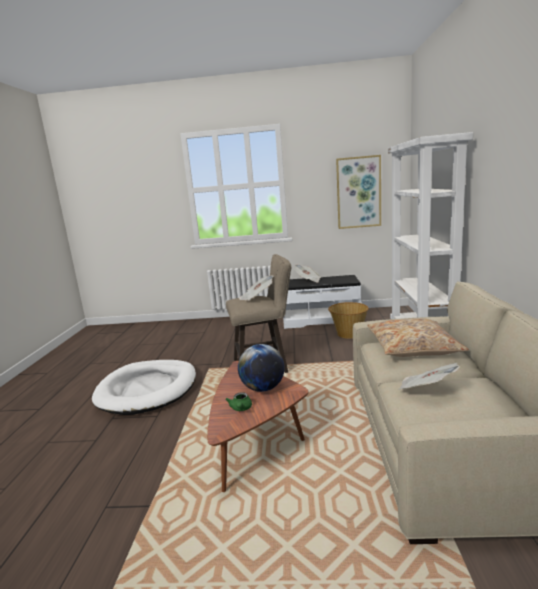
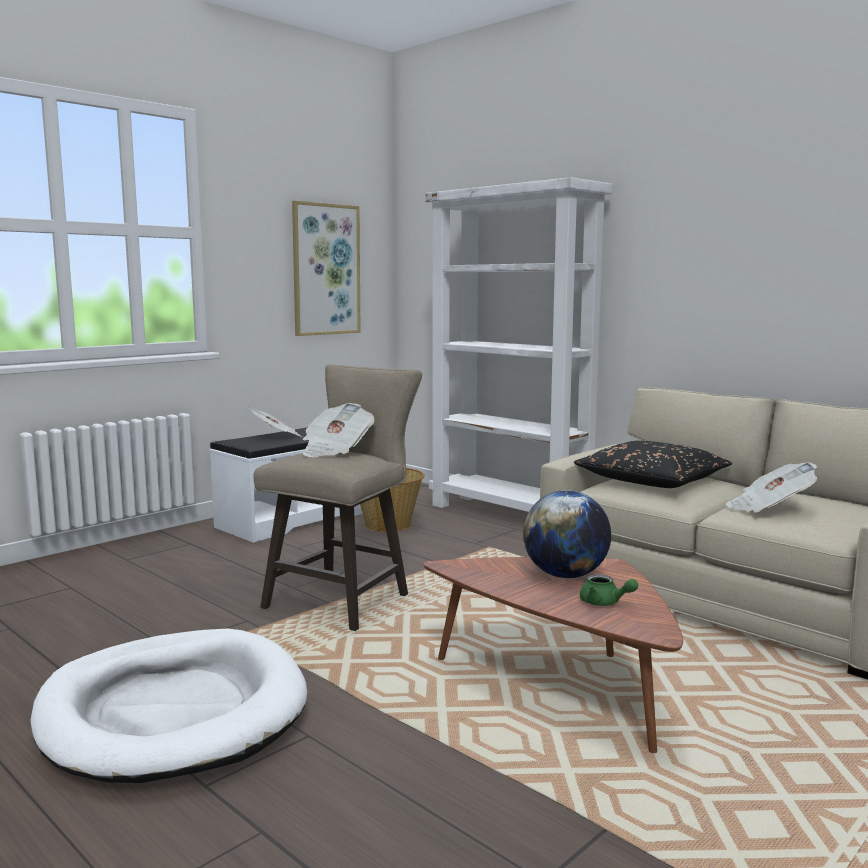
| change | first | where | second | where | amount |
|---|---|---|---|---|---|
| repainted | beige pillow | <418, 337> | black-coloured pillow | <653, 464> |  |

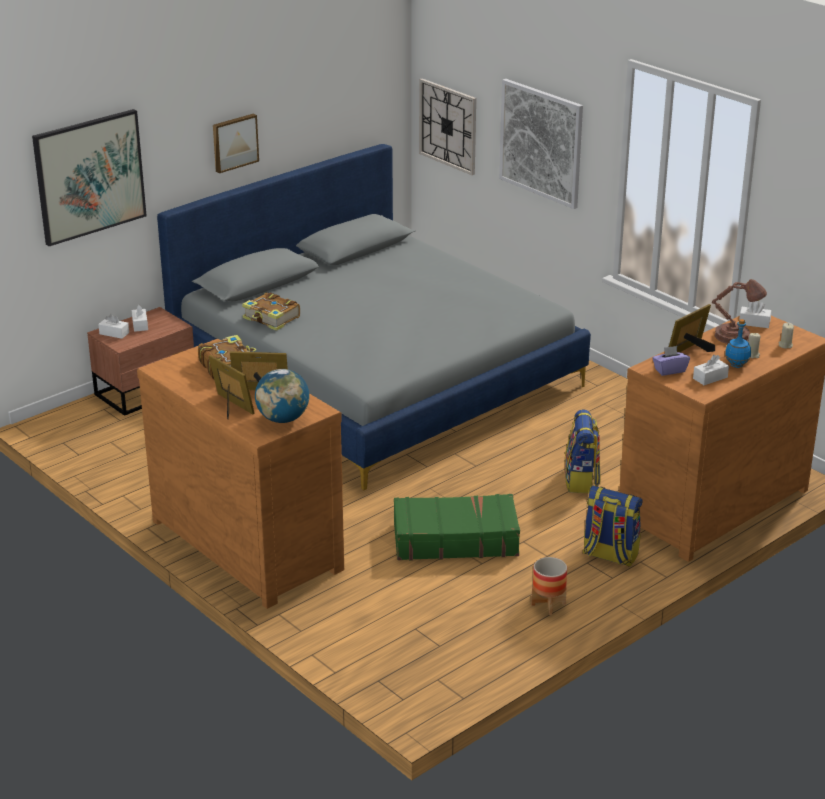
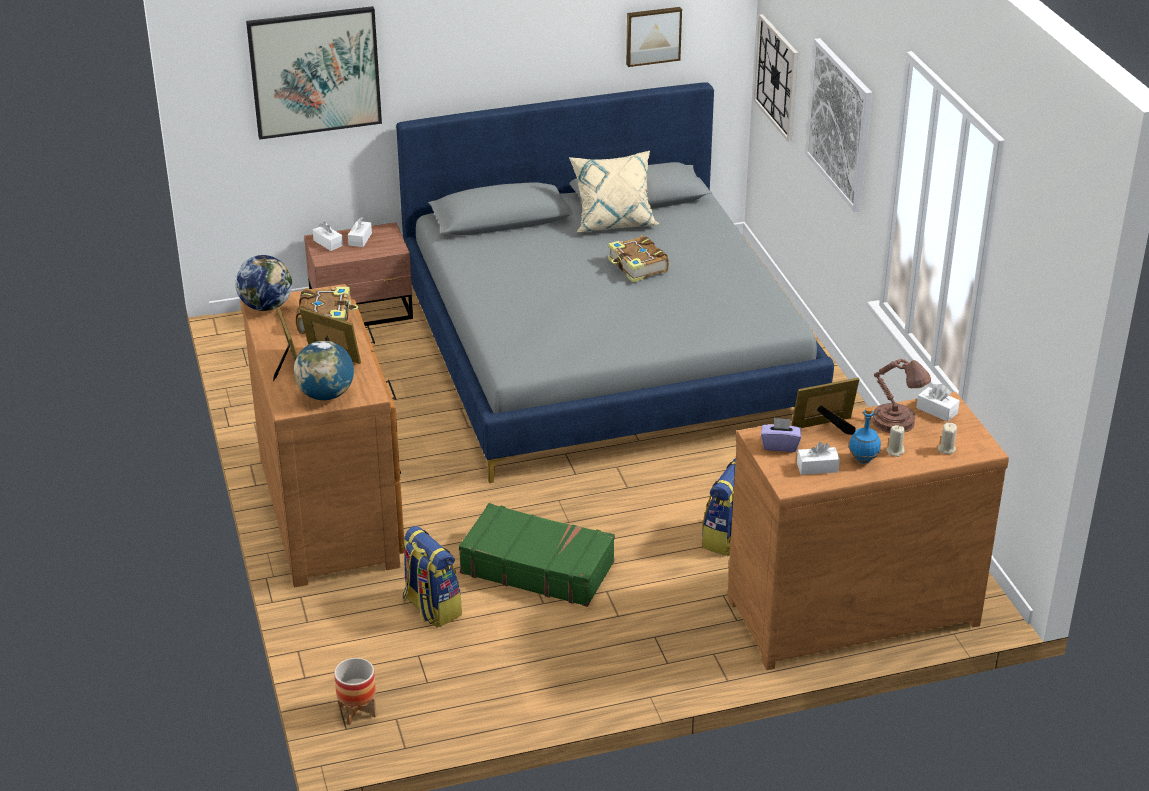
| change | first | where | second | where | amount |
|---|---|---|---|---|---|
| new |  |  | world globe | <263, 283> |  |
| new |  |  | beige pillow | <614, 192> |  |
| shifted | wall art | <236, 143> |  | <654, 37> |  |
| shifted | book | <271, 311> |  | <638, 259> |  |
| shifted | plant pot | <549, 586> |  | <355, 691> |  |
| shifted | backpack | <613, 526> |  | <432, 577> |  |

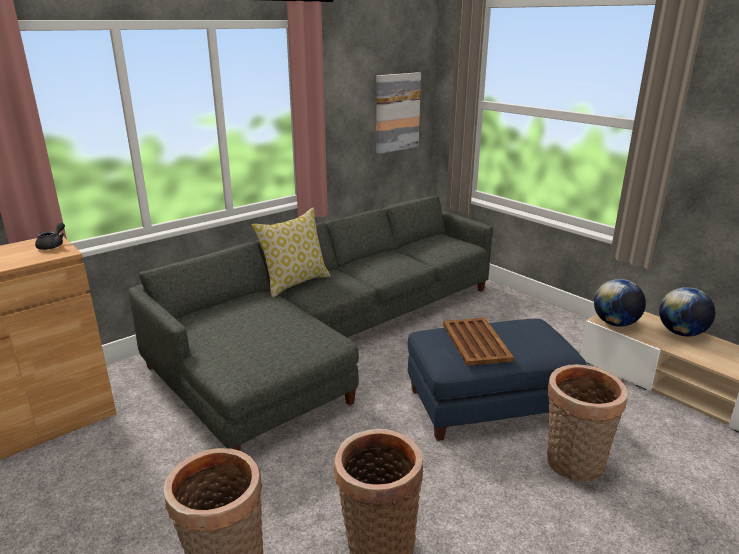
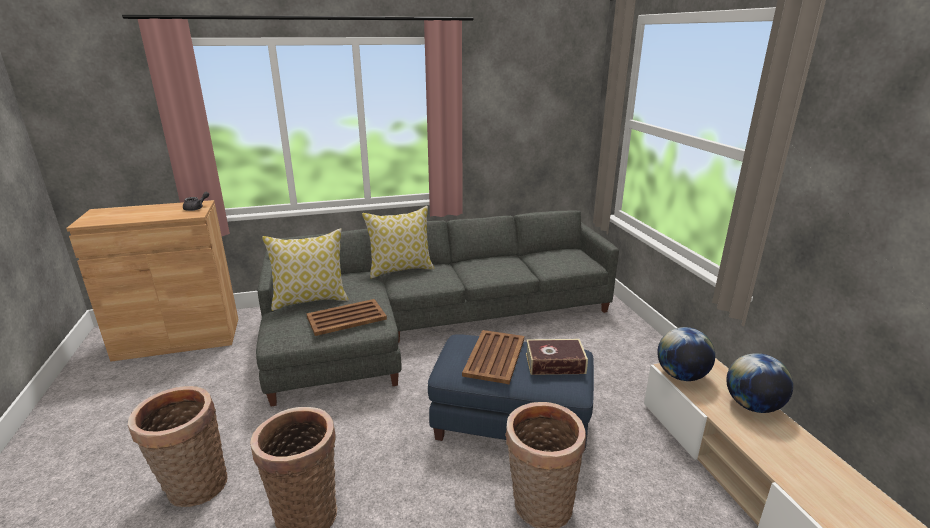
| change | first | where | second | where | amount |
|---|---|---|---|---|---|
| gone | wall art | <398, 113> |  |  |  |
| new |  |  | pillow | <305, 269> |  |
| new |  |  | brown serving tray | <346, 317> |  |
| new |  |  | book | <557, 357> |  |

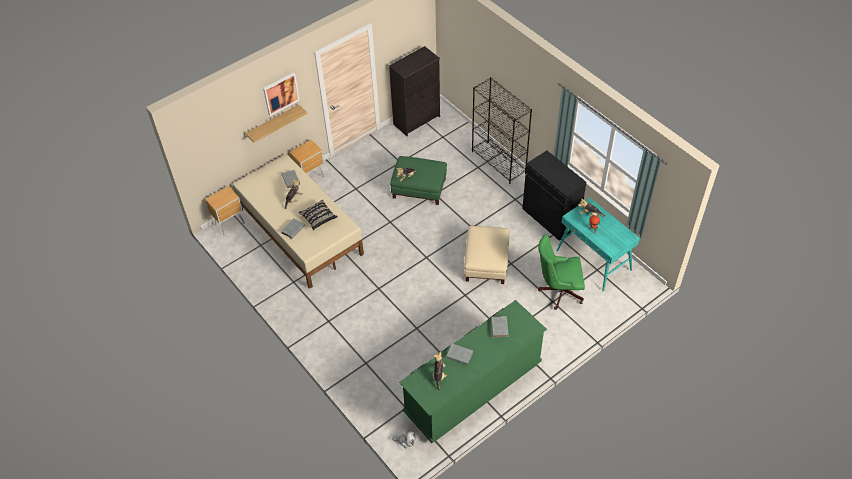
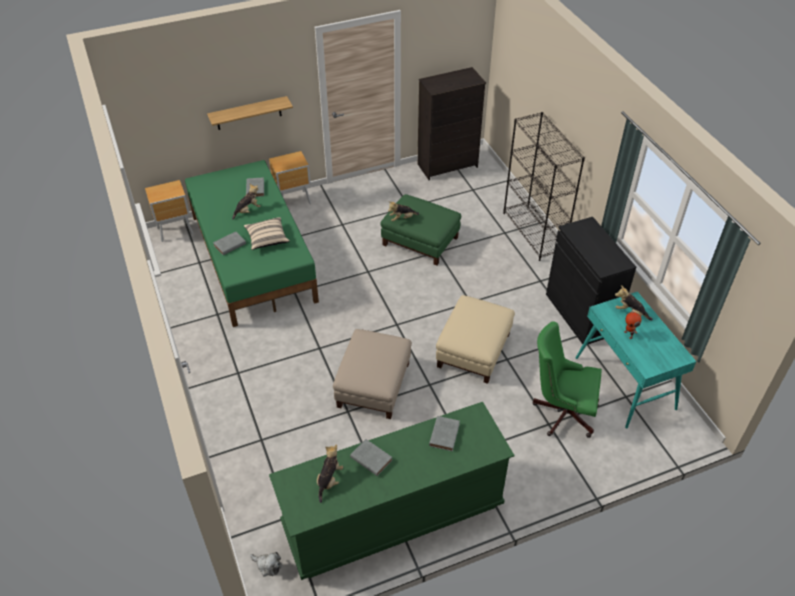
| change | first | where | second | where | amount |
|---|---|---|---|---|---|
| gone | wall art | <281, 94> |  |  |  |
| new |  |  | beige ottoman | <372, 374> |  |
| repainted | beige bed | <298, 221> | green-coloured bed | <252, 243> |  |
| repainted | black-coloured pillow | <318, 215> | beige pillow | <267, 233> |  |

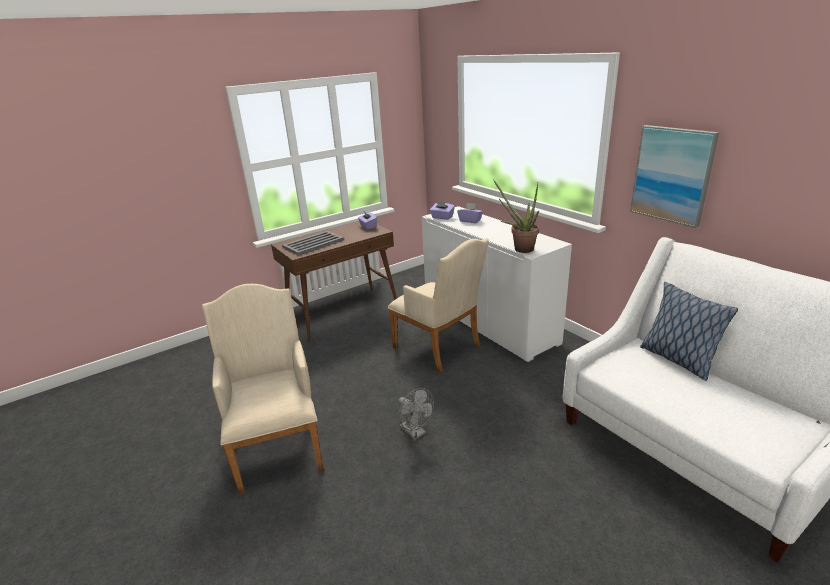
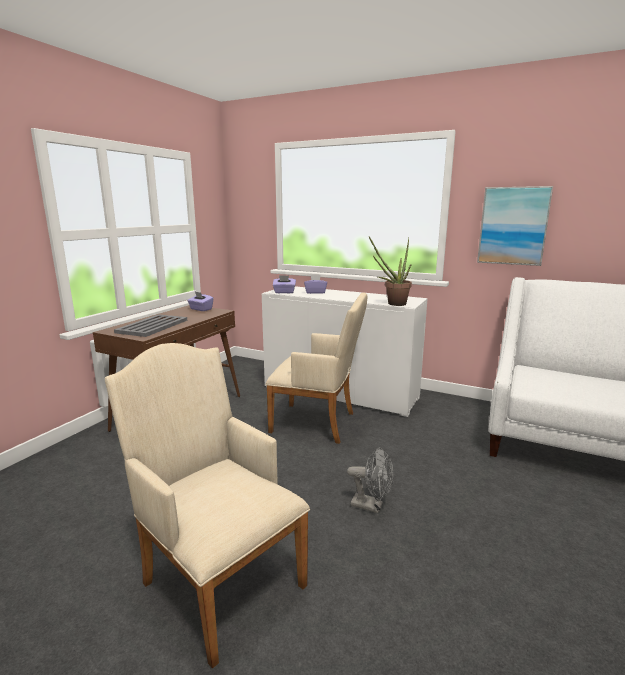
| change | first | where | second | where | amount |
|---|---|---|---|---|---|
| gone | pillow | <689, 331> |  |  |  |

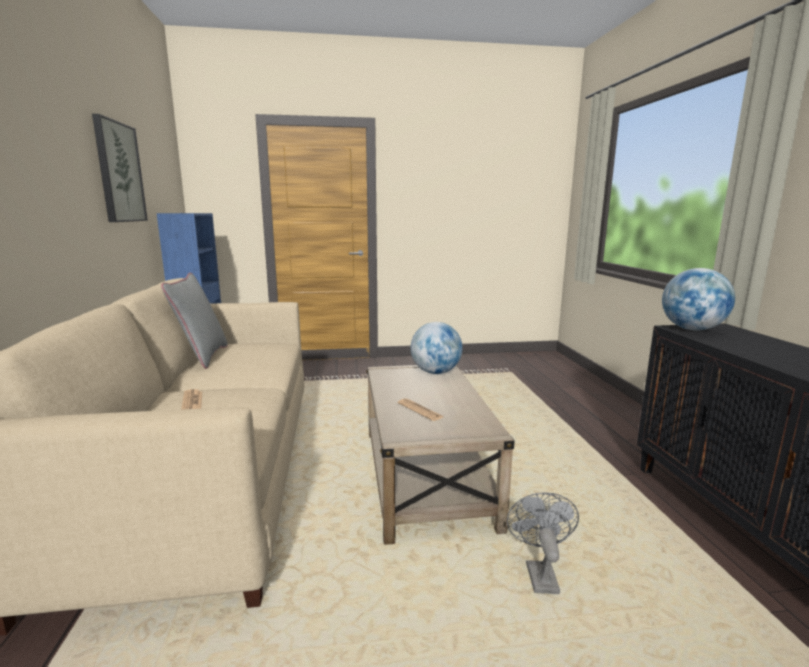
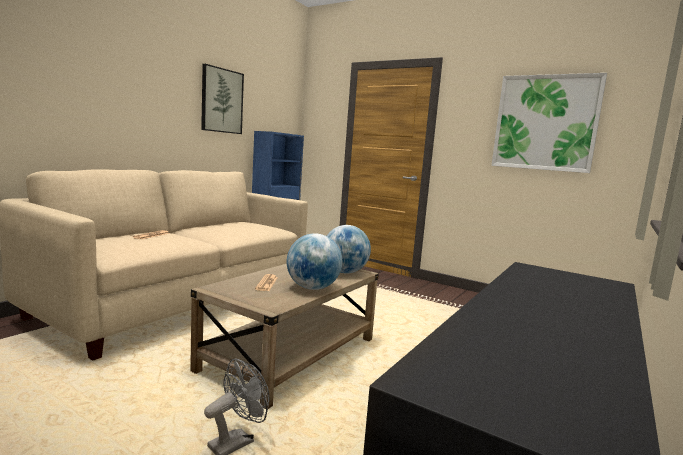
| change | first | where | second | where | amount |
|---|---|---|---|---|---|
| gone | grey pillow | <194, 321> |  |  |  |
| new |  |  | wall art | <549, 123> |  |
| shifted | world globe | <698, 299> |  | <314, 261> |  |

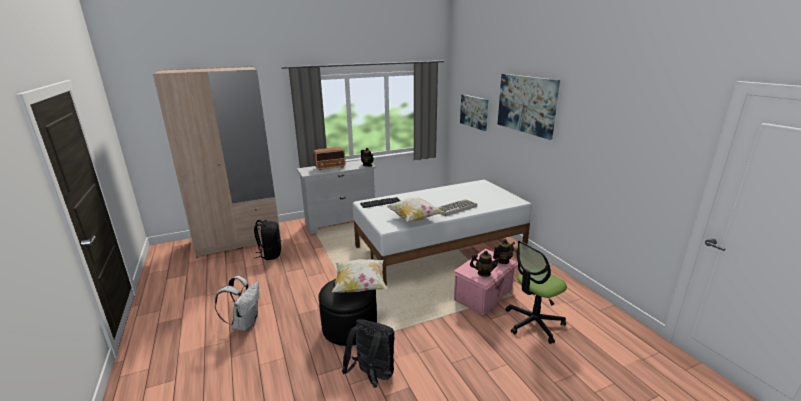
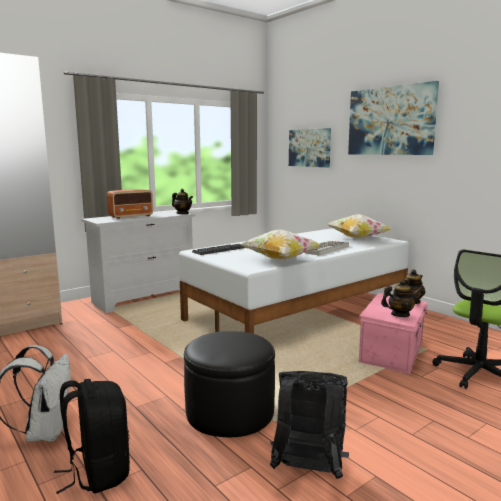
| change | first | where | second | where | amount |
|---|---|---|---|---|---|
| shifted | black-coloured backpack | <267, 240> |  | <92, 436> |  |
| shifted | pillow | <359, 276> |  | <359, 226> |  |

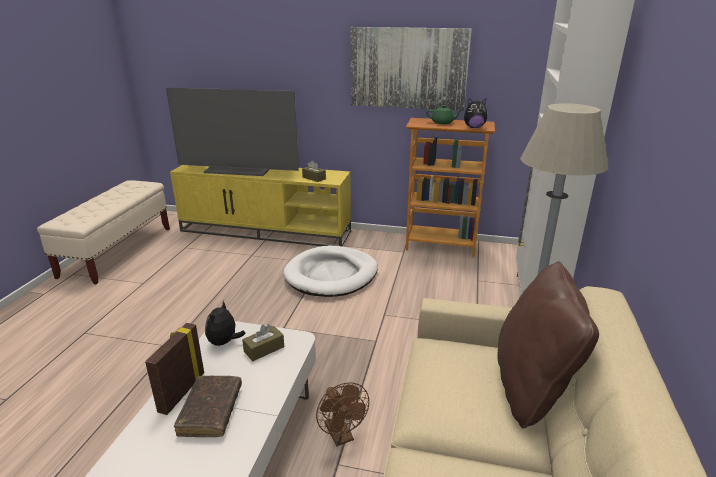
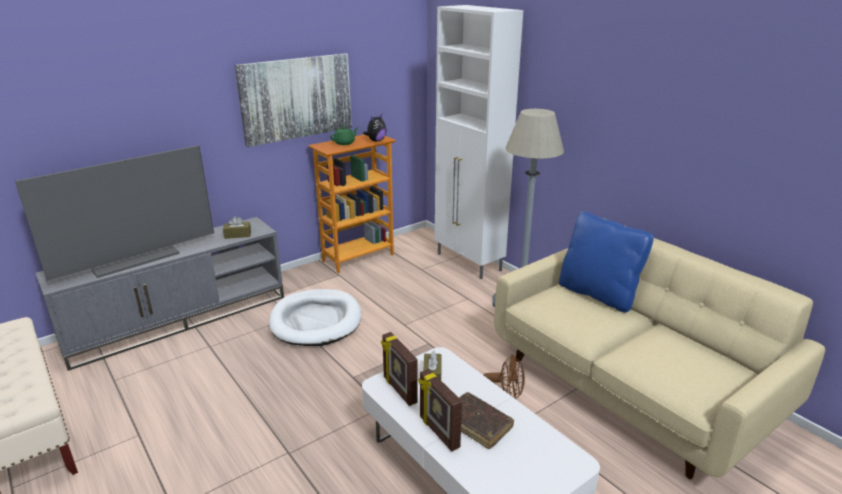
| change | first | where | second | where | amount |
|---|---|---|---|---|---|
| swapped | soft toy | <225, 323> | photo frame | <399, 369> |  |
| repainted | yellow-coloured tv unit | <260, 205> | grey tv unit | <159, 294> |  |
| repainted | brown pillow | <548, 345> | blue pillow | <606, 261> |  |

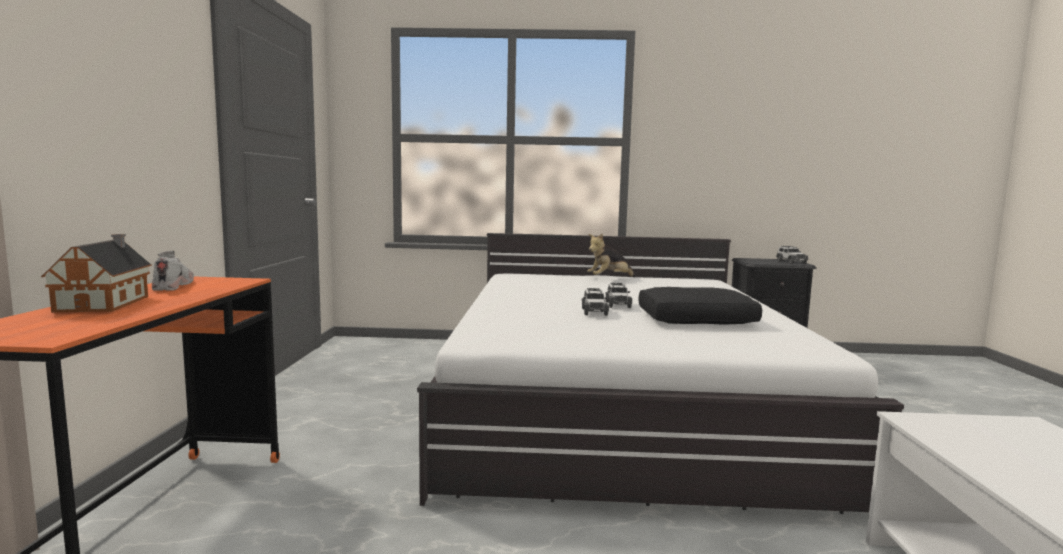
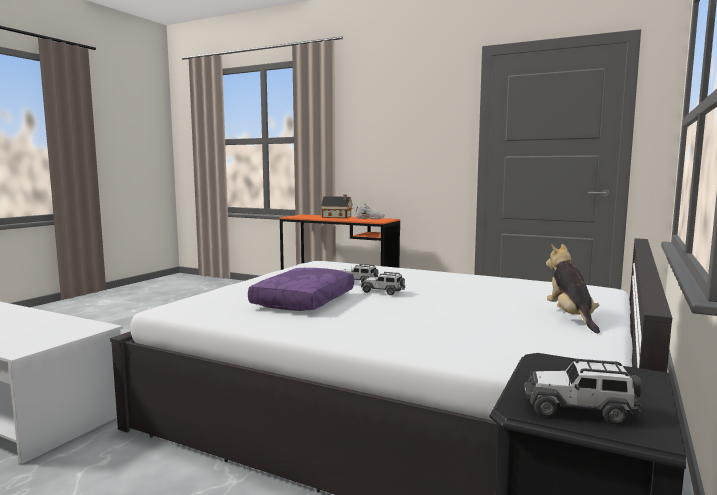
| change | first | where | second | where | amount |
|---|---|---|---|---|---|
| repainted | black-coloured pillow | <700, 305> | purplish pillow | <301, 289> |  |

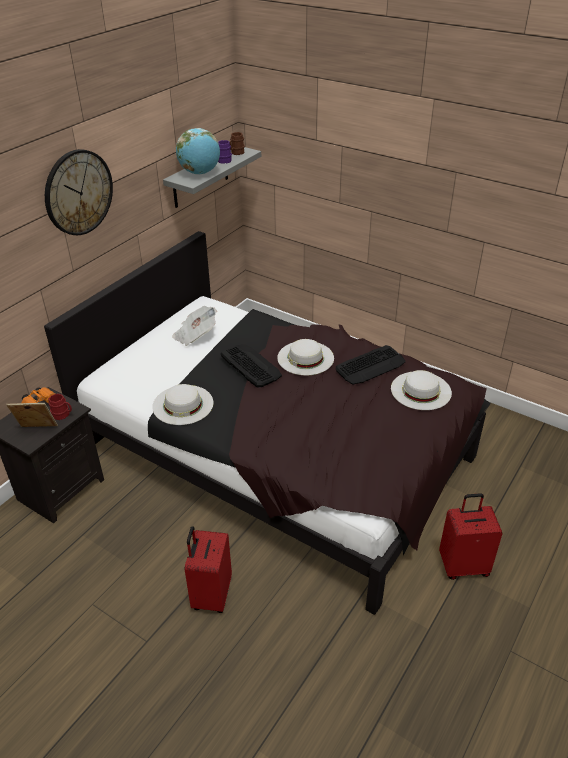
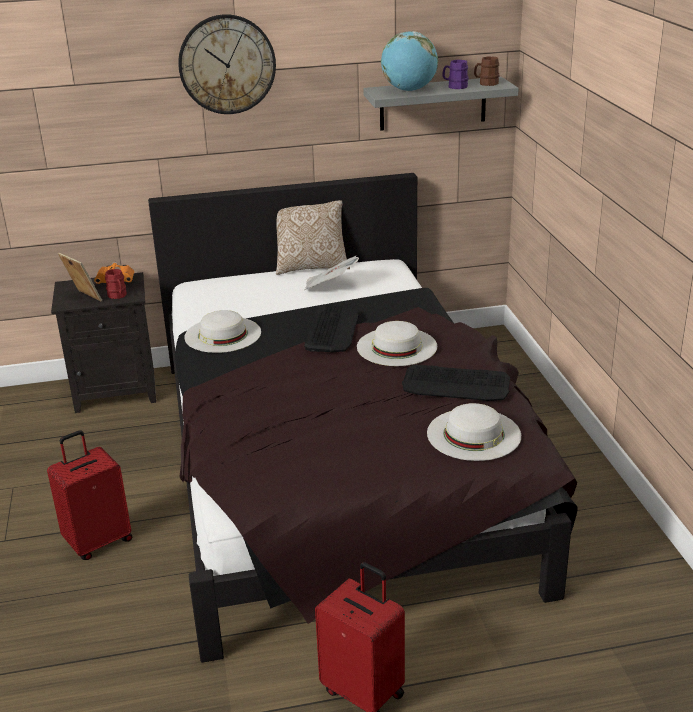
| change | first | where | second | where | amount |
|---|---|---|---|---|---|
| new |  |  | pillow | <313, 237> |  |

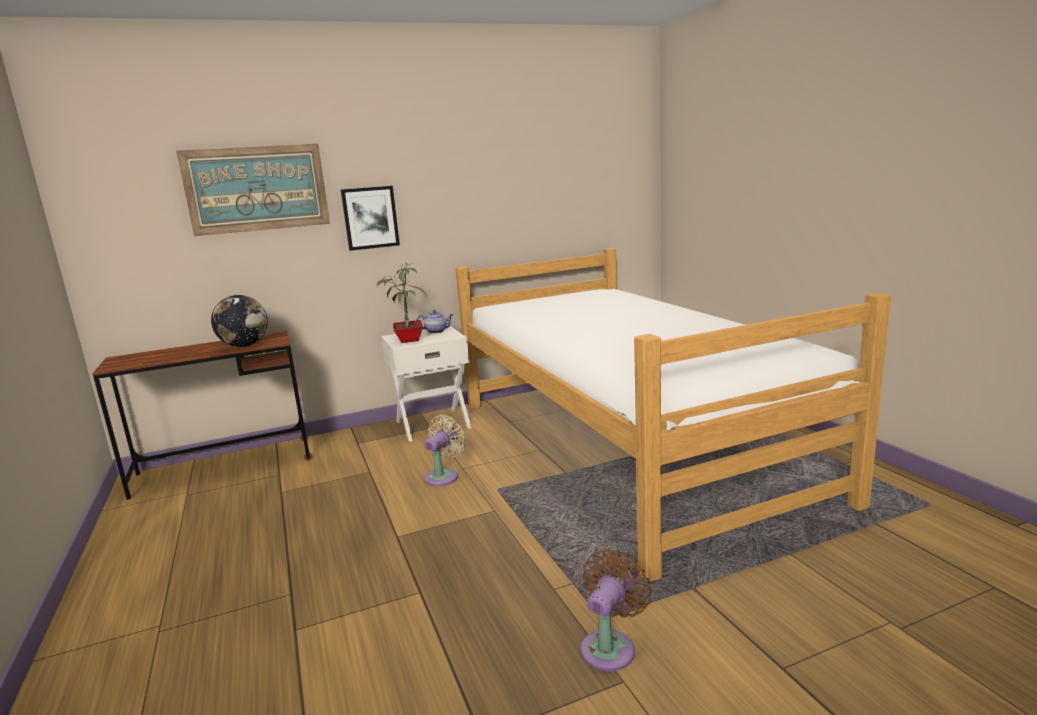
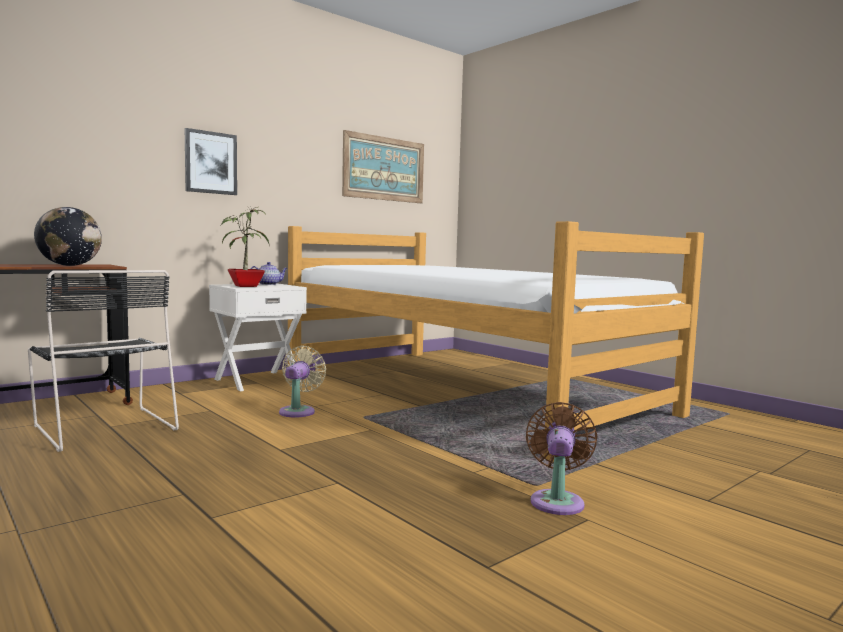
| change | first | where | second | where | amount |
|---|---|---|---|---|---|
| new |  |  | black-coloured plain chair | <103, 361> |  |
| shifted | wall art | <253, 190> |  | <383, 166> |  |

